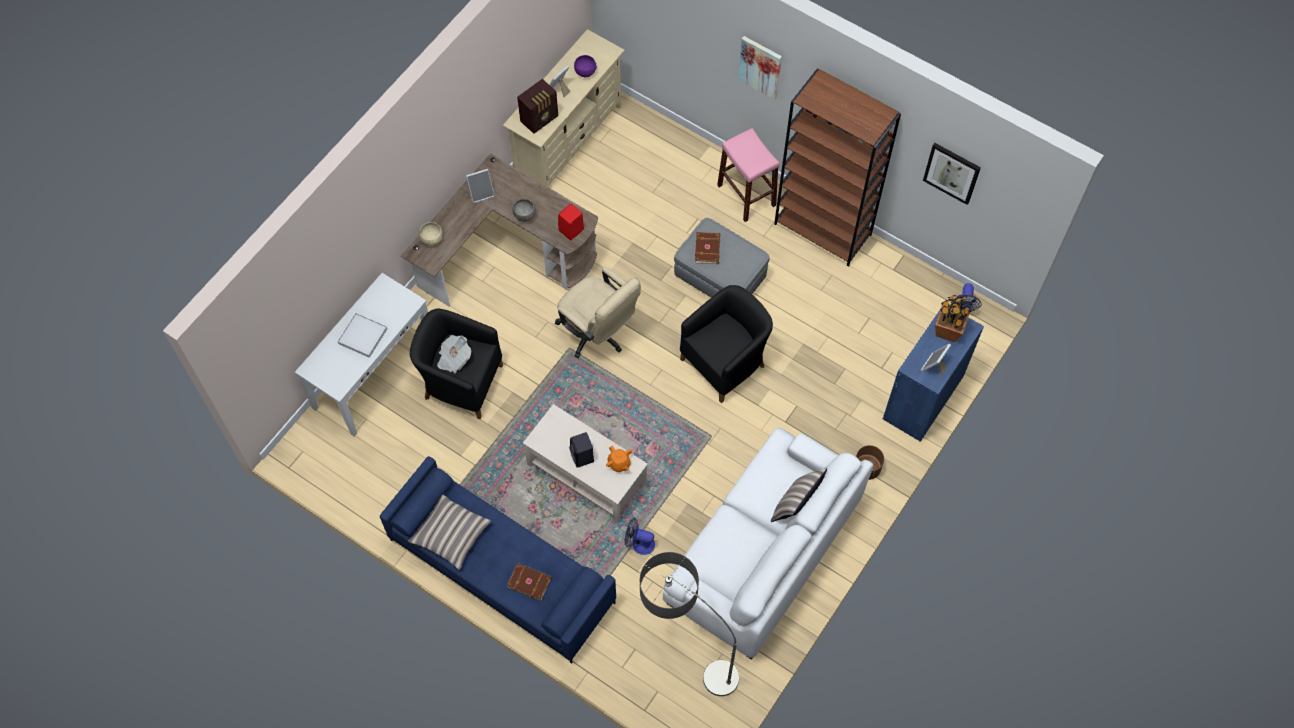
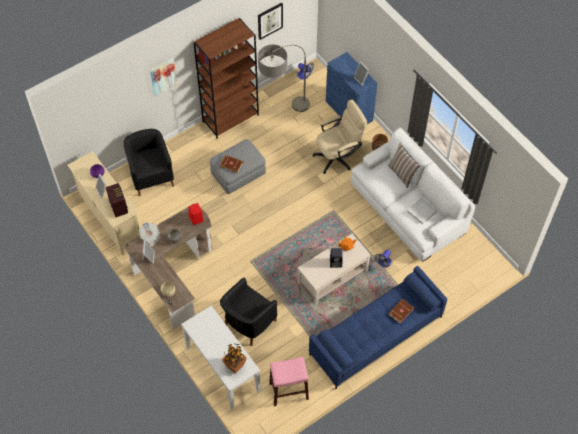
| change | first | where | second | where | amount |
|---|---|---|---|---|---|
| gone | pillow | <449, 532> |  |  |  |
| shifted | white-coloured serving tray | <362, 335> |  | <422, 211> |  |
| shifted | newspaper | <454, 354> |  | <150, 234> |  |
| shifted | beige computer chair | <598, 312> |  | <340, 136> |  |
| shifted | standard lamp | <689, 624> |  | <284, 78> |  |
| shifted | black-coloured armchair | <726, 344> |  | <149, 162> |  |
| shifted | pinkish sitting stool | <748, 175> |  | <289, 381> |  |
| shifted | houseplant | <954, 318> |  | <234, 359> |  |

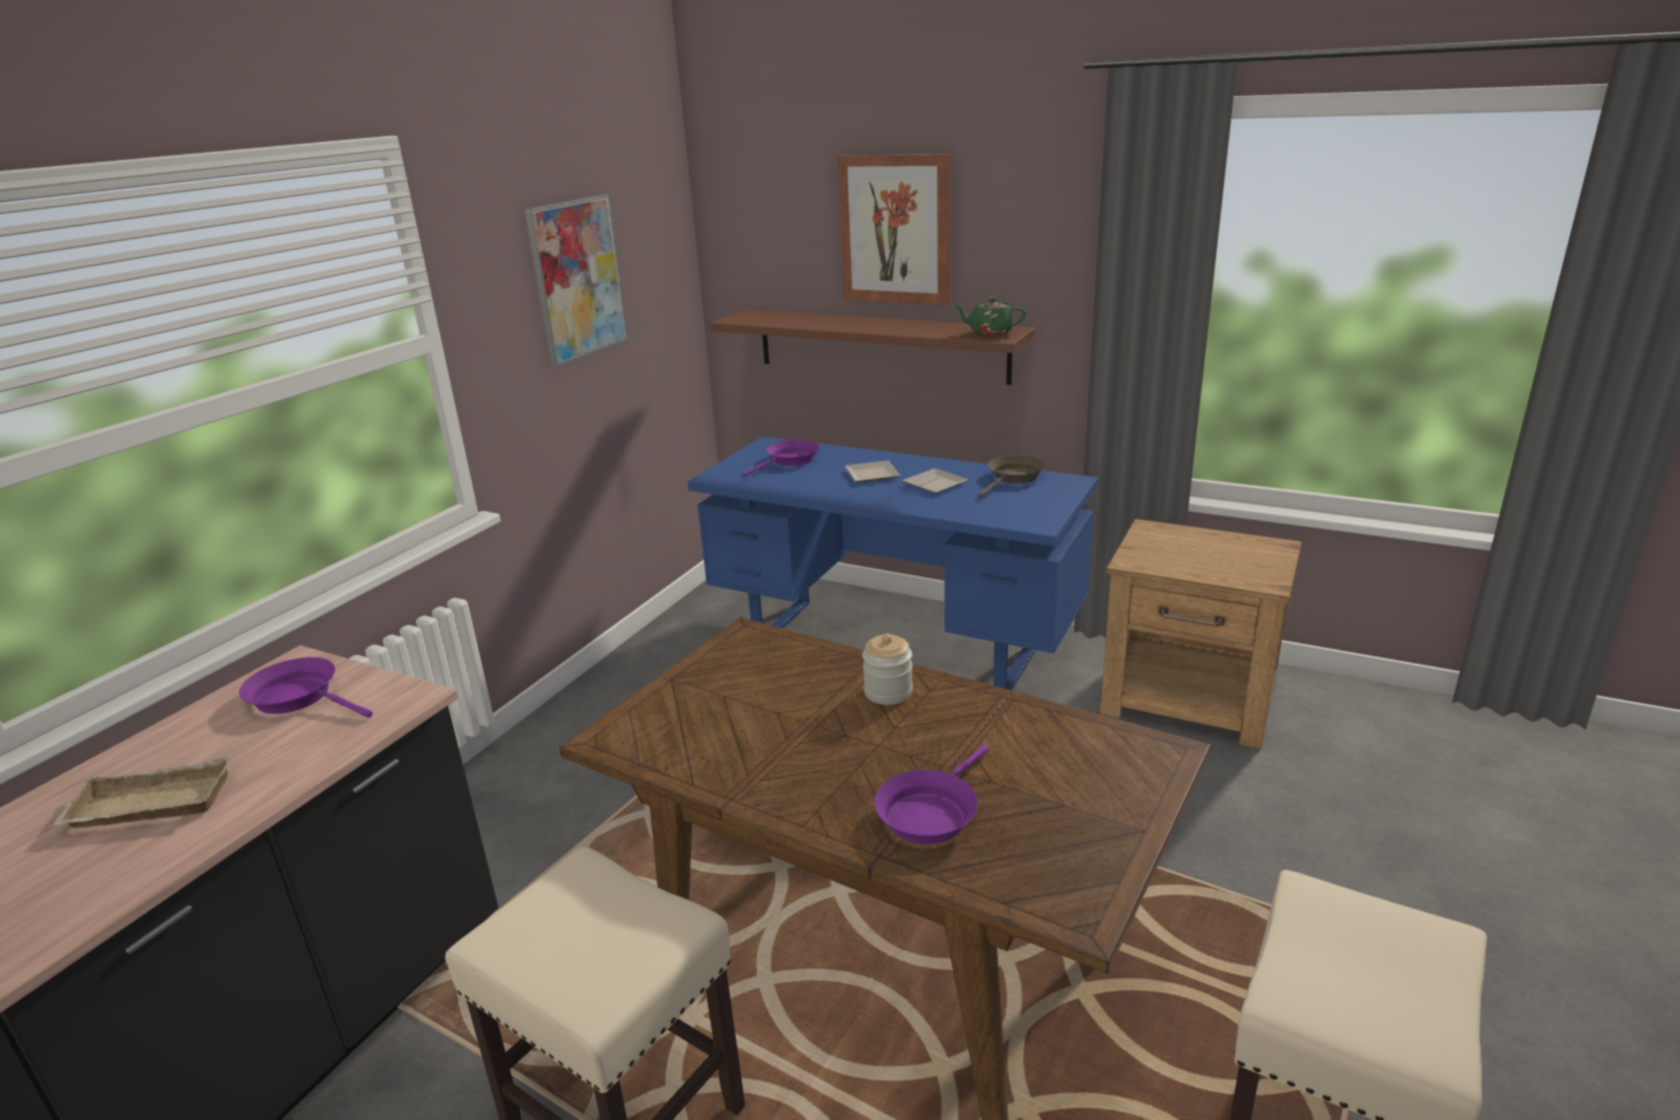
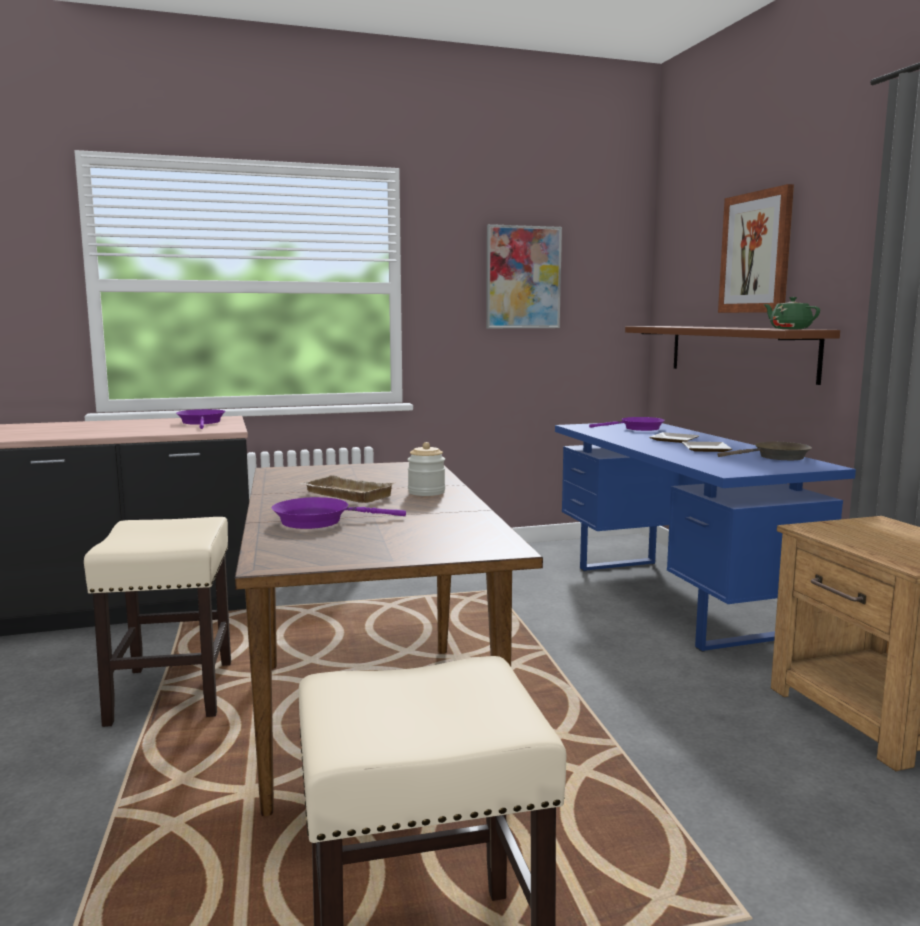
| change | first | where | second | where | amount |
|---|---|---|---|---|---|
| shifted | beige serving tray | <142, 792> |  | <347, 489> |  |

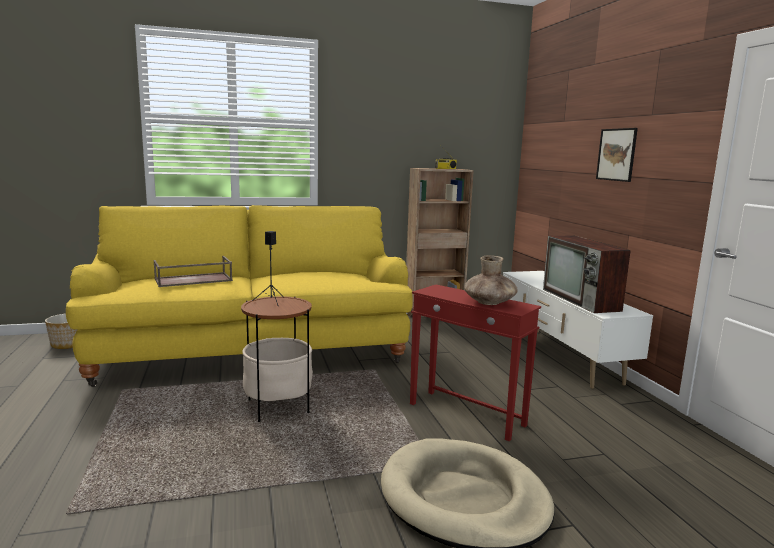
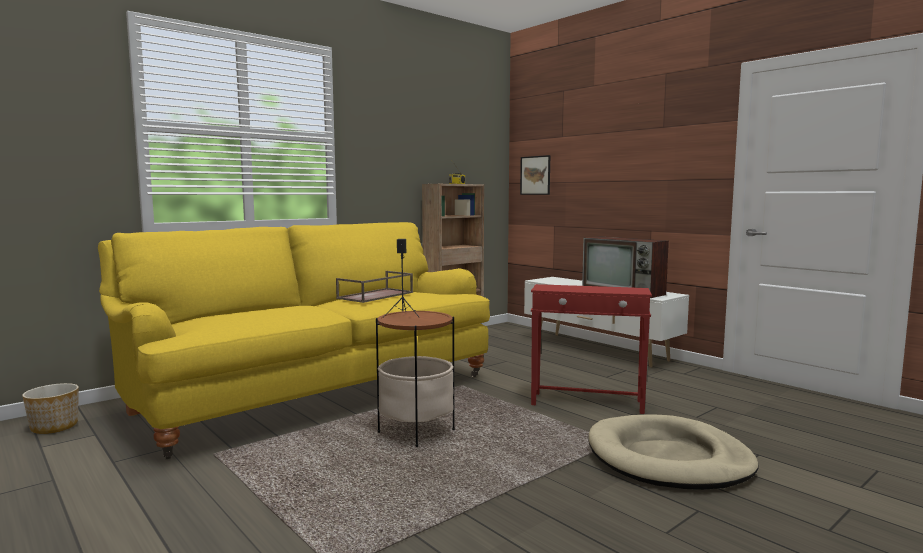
| change | first | where | second | where | amount |
|---|---|---|---|---|---|
| gone | brown decorative vase | <491, 280> |  |  |  |
| shifted | brown serving tray | <193, 271> |  | <374, 287> |  |
| shifted | wall art | <617, 155> |  | <535, 175> |  |

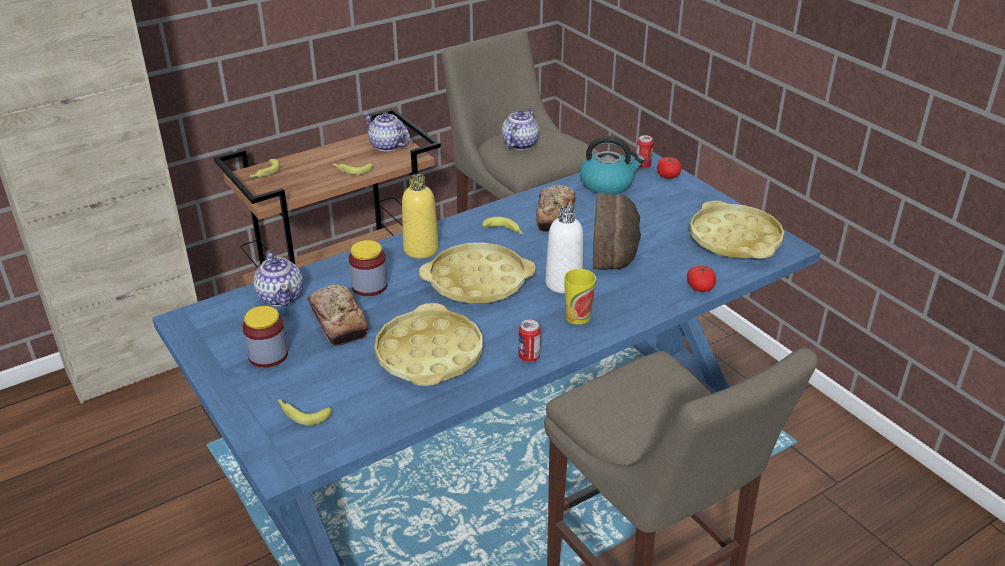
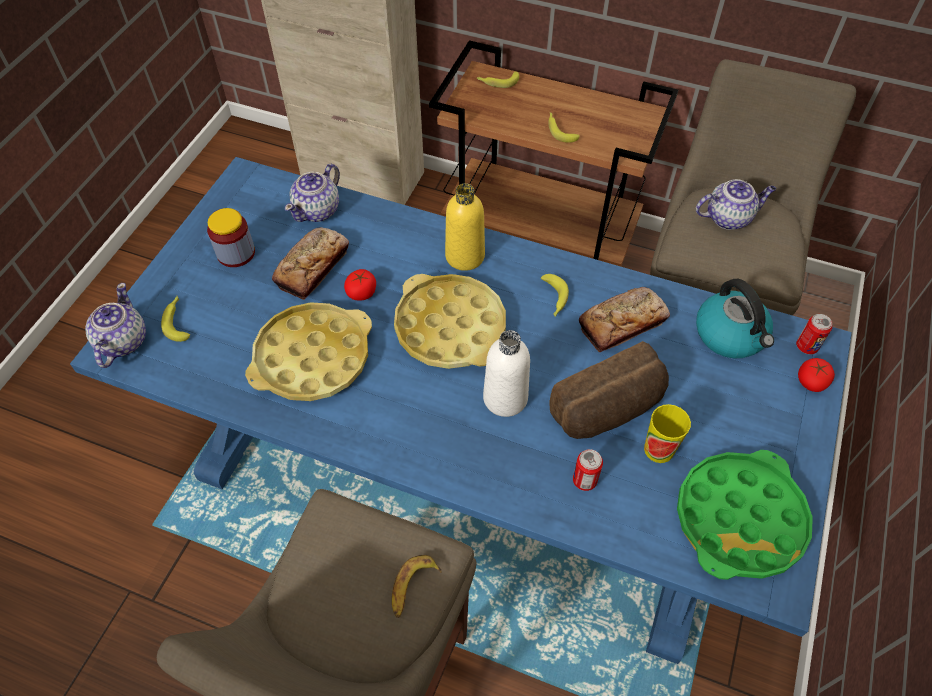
| change | first | where | second | where | amount |
|---|---|---|---|---|---|
| gone | storage jar | <368, 268> |  |  |  |
| new |  |  | banana fruit | <417, 586> |  |
| shifted | teapot | <386, 132> |  | <115, 325> |  |
| shifted | sealed can | <530, 341> |  | <588, 470> |  |
| shifted | cup | <580, 297> |  | <667, 433> |  |
| shifted | tomato | <701, 278> |  | <360, 284> |  |
| repainted | yellow-coloured serving tray | <737, 230> | green-coloured serving tray | <745, 515> |  |

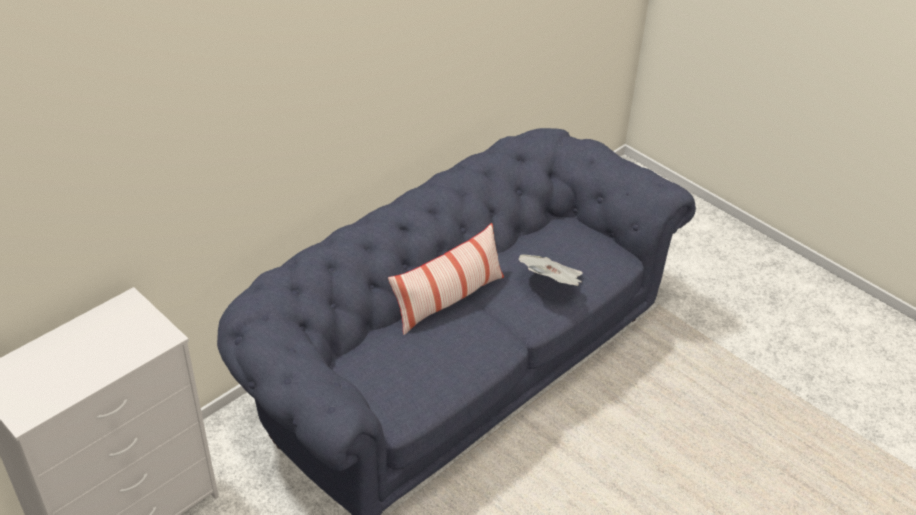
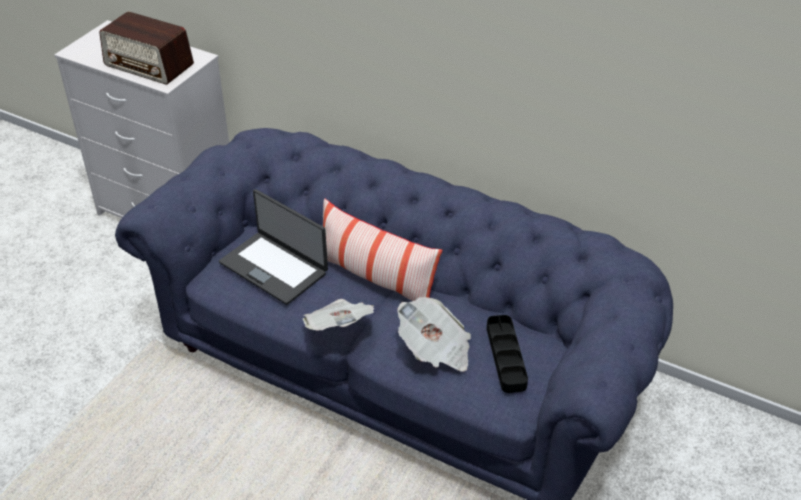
| change | first | where | second | where | amount |
|---|---|---|---|---|---|
| new |  |  | radio | <146, 48> |  |
| new |  |  | notebook computer | <273, 247> |  |
| new |  |  | newspaper | <338, 314> |  |
| new |  |  | black-coloured serving tray | <507, 354> |  |

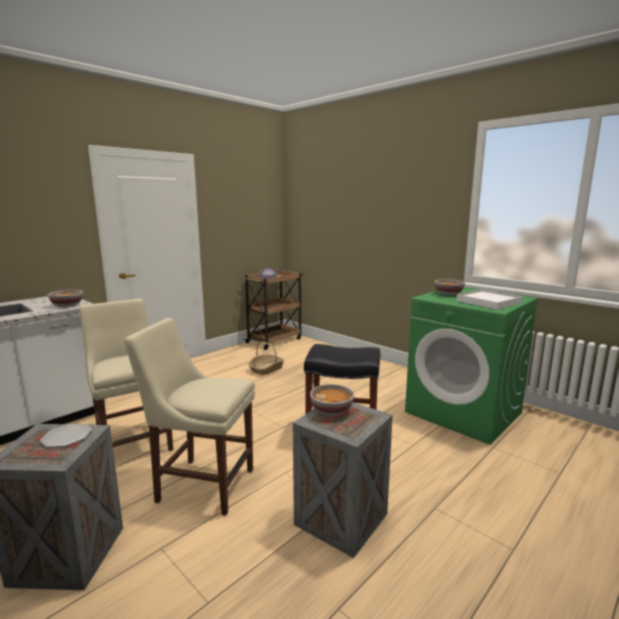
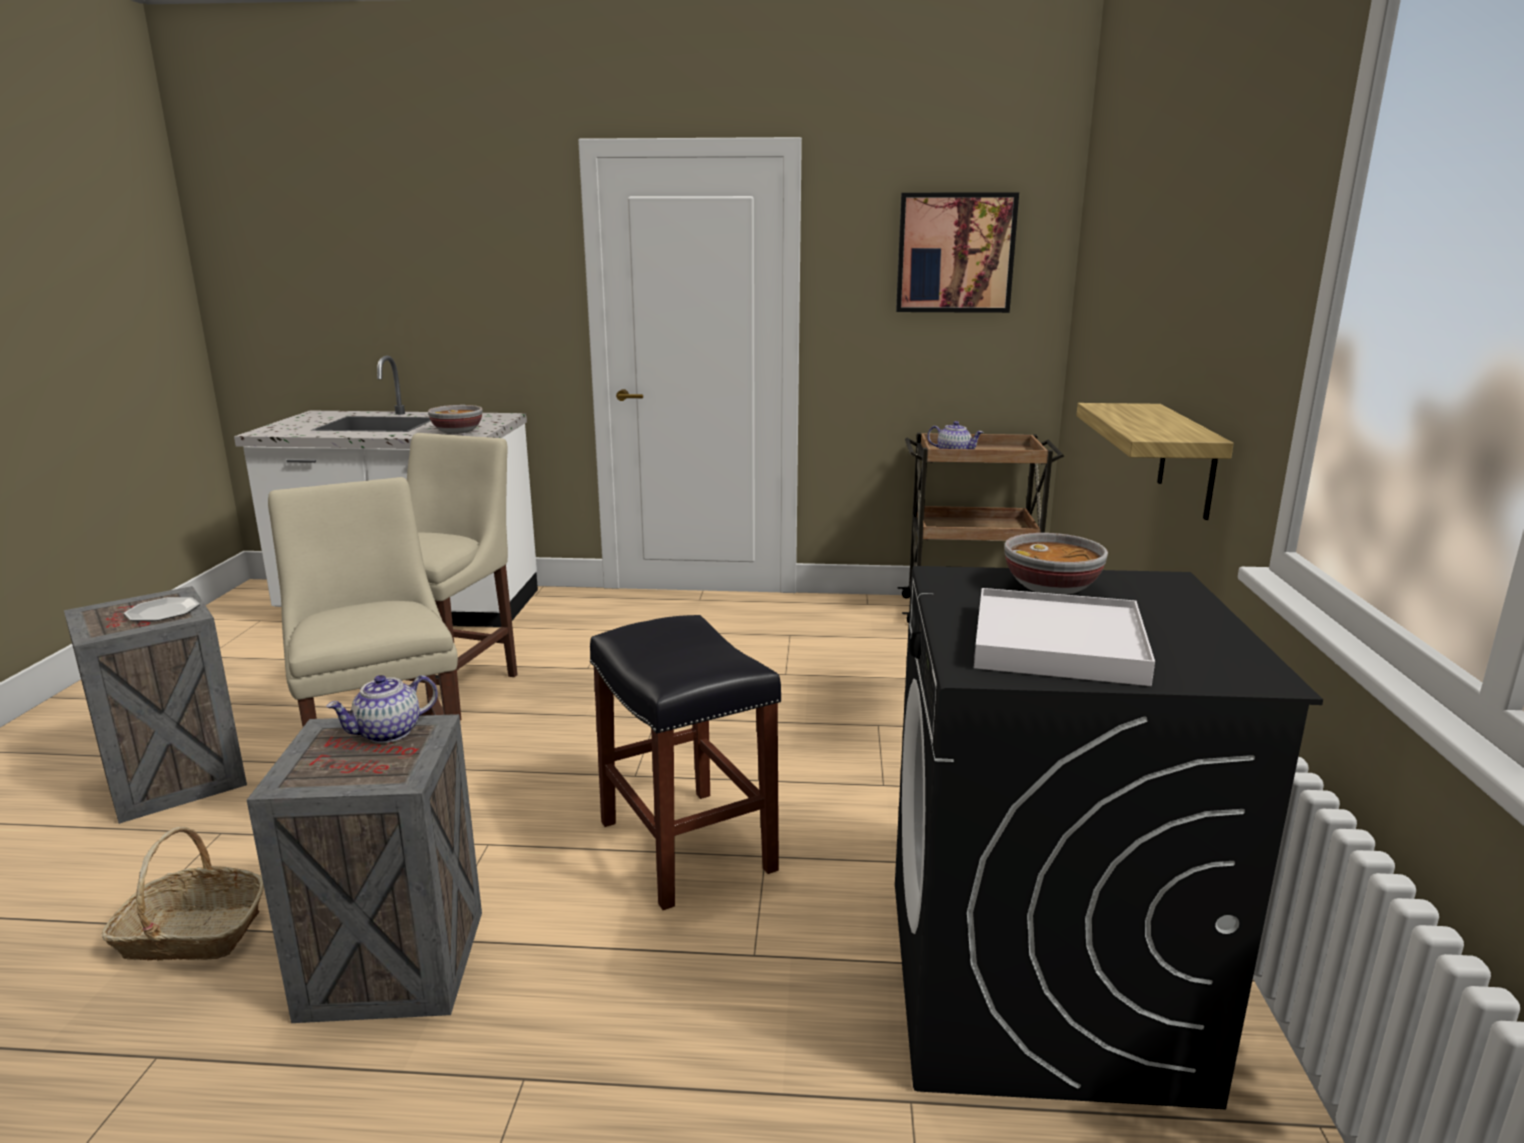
| change | first | where | second | where | amount |
|---|---|---|---|---|---|
| new |  |  | wall art | <957, 252> |  |
| new |  |  | shelf | <1155, 461> |  |
| shifted | storage basket | <266, 358> |  | <182, 894> |  |
| swapped | serving bowl | <332, 400> | teapot | <382, 709> |  |
| repainted | green-coloured washing machine | <471, 366> | black-coloured washing machine | <1109, 837> |  |

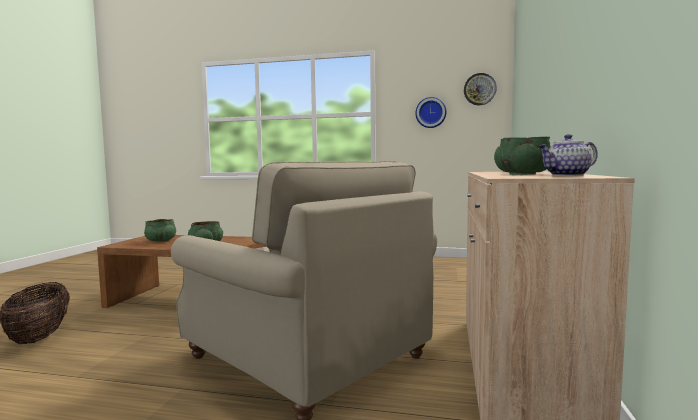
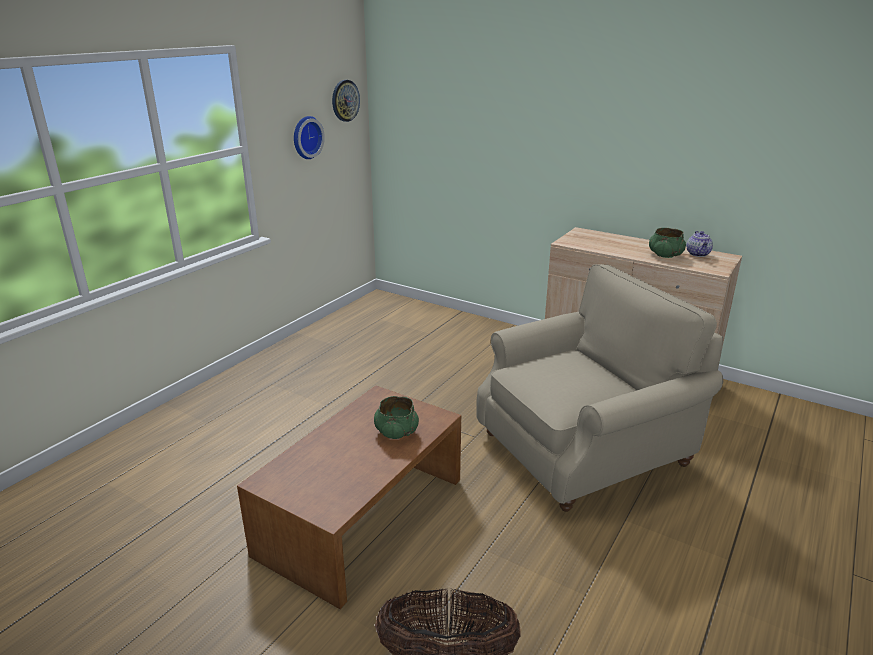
| change | first | where | second | where | amount |
|---|---|---|---|---|---|
| gone | green-coloured serving bowl | <160, 230> |  |  |  |

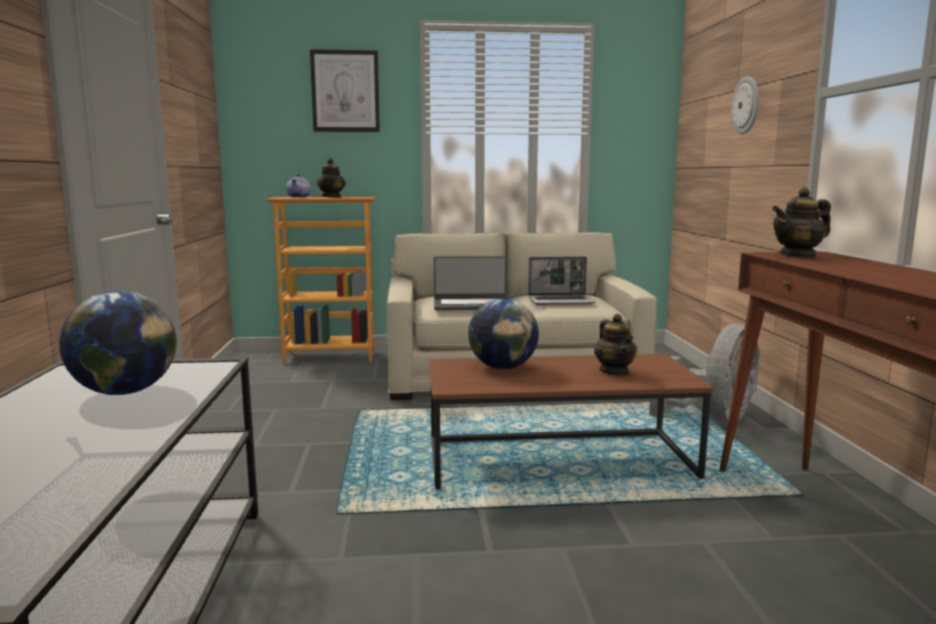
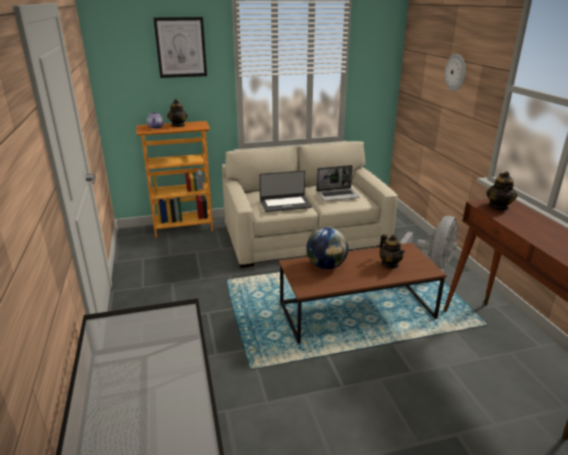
| change | first | where | second | where | amount |
|---|---|---|---|---|---|
| gone | world globe | <118, 343> |  |  |  |
| rotated | teapot | <801, 223> |  | <501, 191> | 45 degrees counterclockwise |

